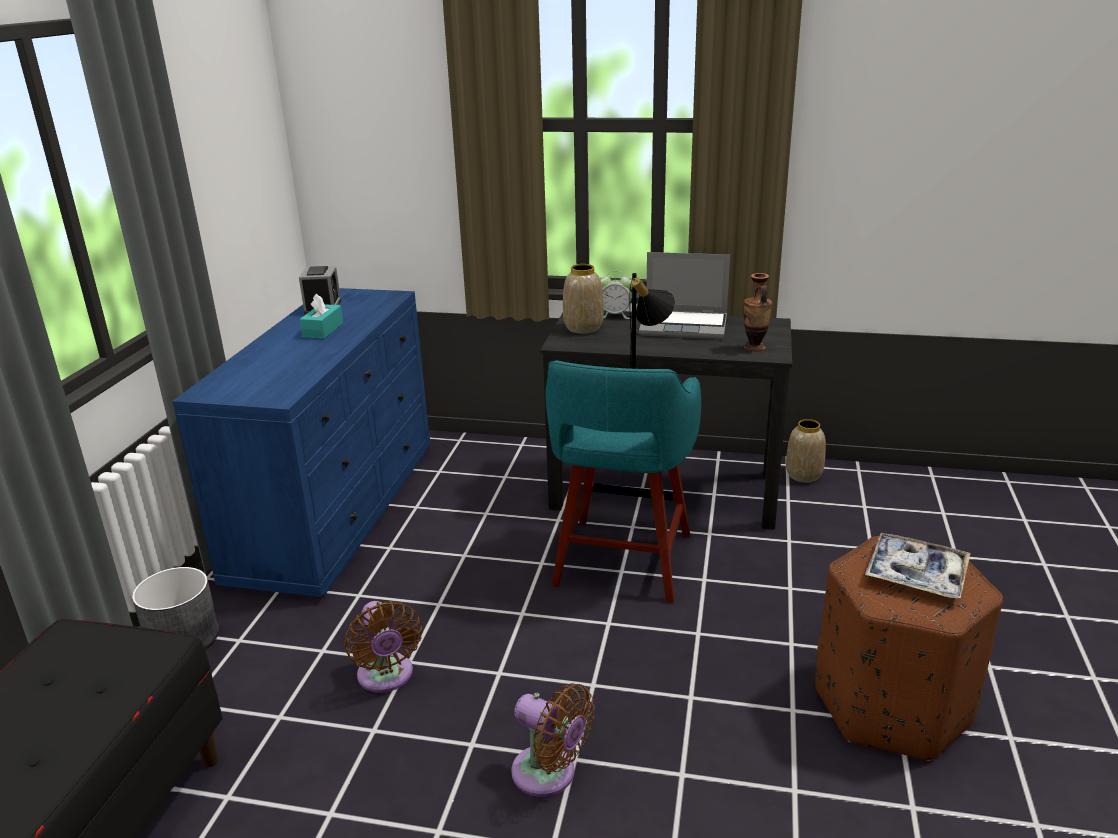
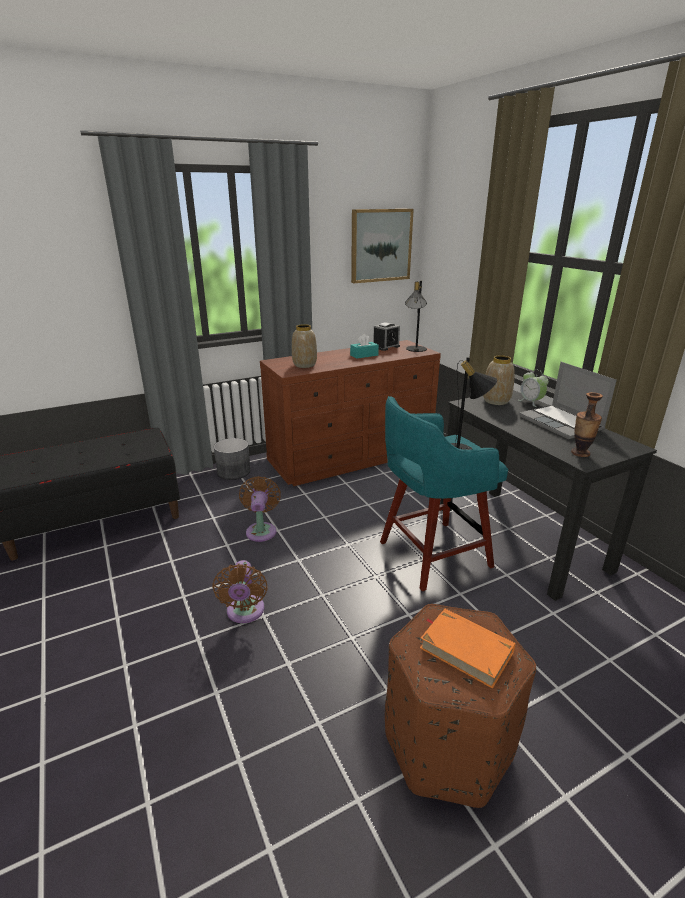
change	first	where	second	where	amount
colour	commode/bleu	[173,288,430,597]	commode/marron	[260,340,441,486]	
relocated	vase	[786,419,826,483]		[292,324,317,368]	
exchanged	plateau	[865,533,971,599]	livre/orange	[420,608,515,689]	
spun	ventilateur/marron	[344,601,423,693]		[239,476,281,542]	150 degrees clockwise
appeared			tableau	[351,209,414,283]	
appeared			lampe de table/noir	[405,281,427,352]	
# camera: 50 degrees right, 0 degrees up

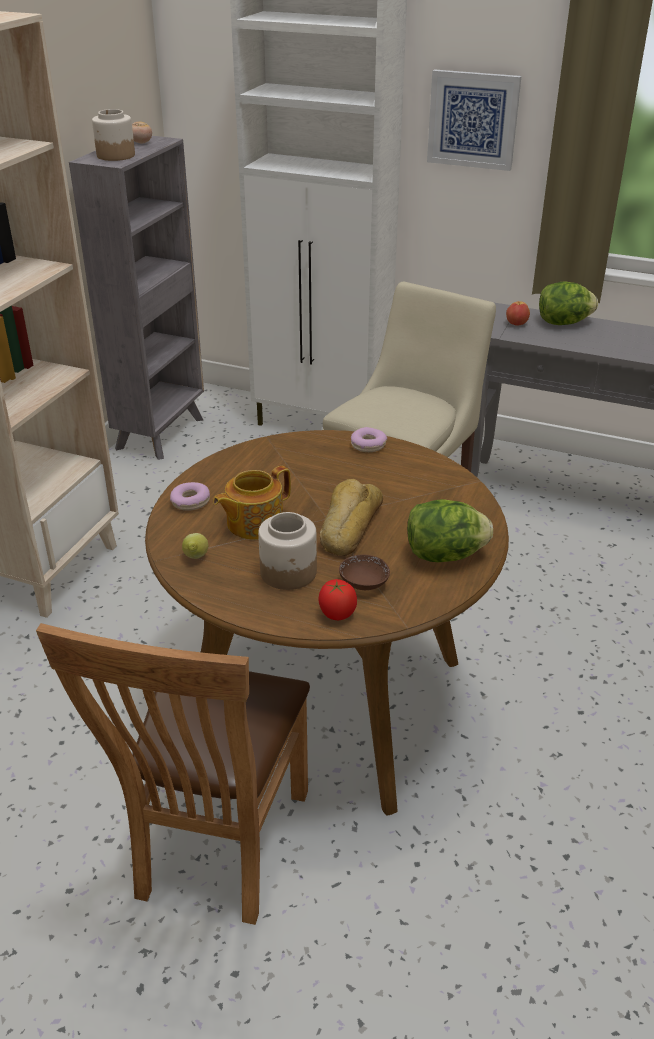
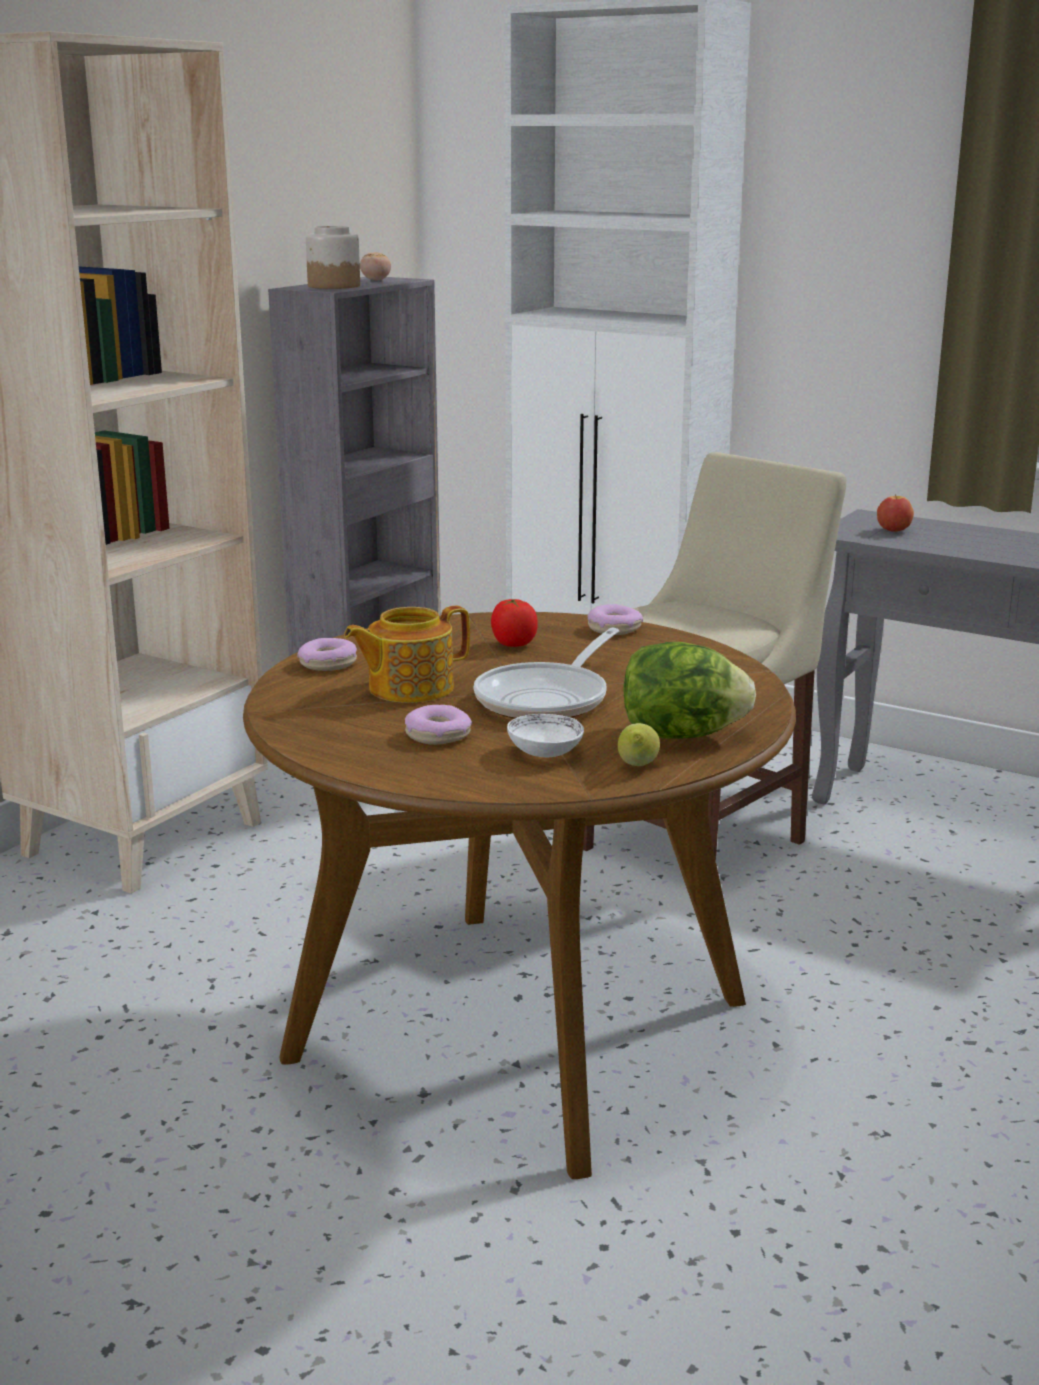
change	first	where	second	where	amount
missing	tableau	[427,69,522,171]			
missing	laitue	[539,281,598,325]			
exchanged	pain	[320,479,383,556]	poêle	[474,628,619,719]	
exchanged	bocal	[258,512,317,590]	beignet	[405,705,472,745]	
relocated	citron	[182,533,208,559]		[618,723,660,766]	
colour	bol/marron	[339,555,390,590]	bol/blanc	[507,714,584,757]	
relocated	tomate	[318,579,357,620]		[491,599,538,647]	
missing	chaise/marron	[36,623,310,925]			
# camera: 10 degrees right, 15 degrees down

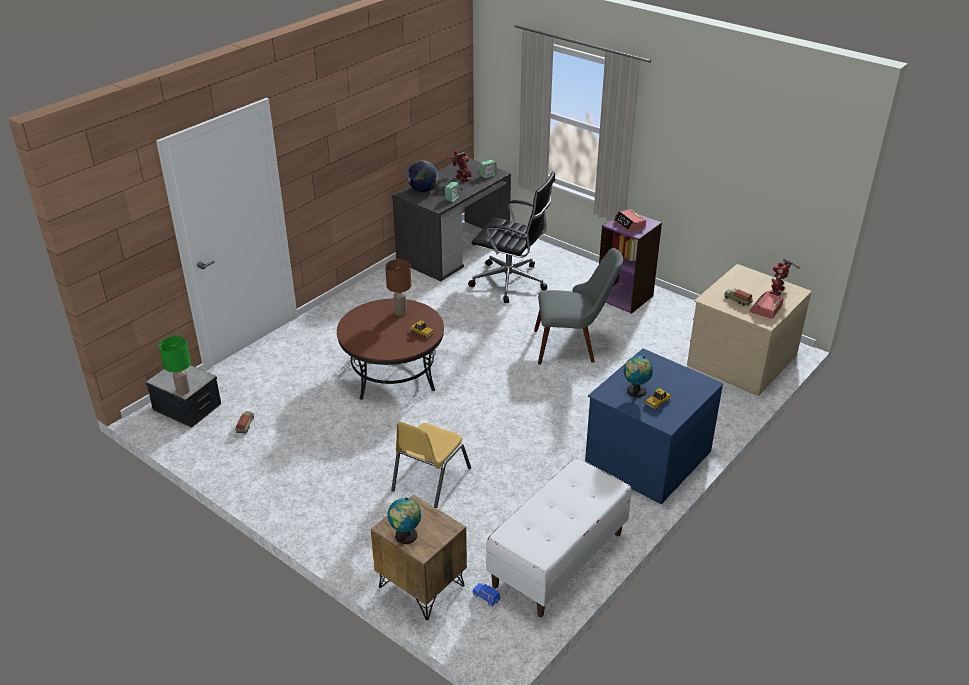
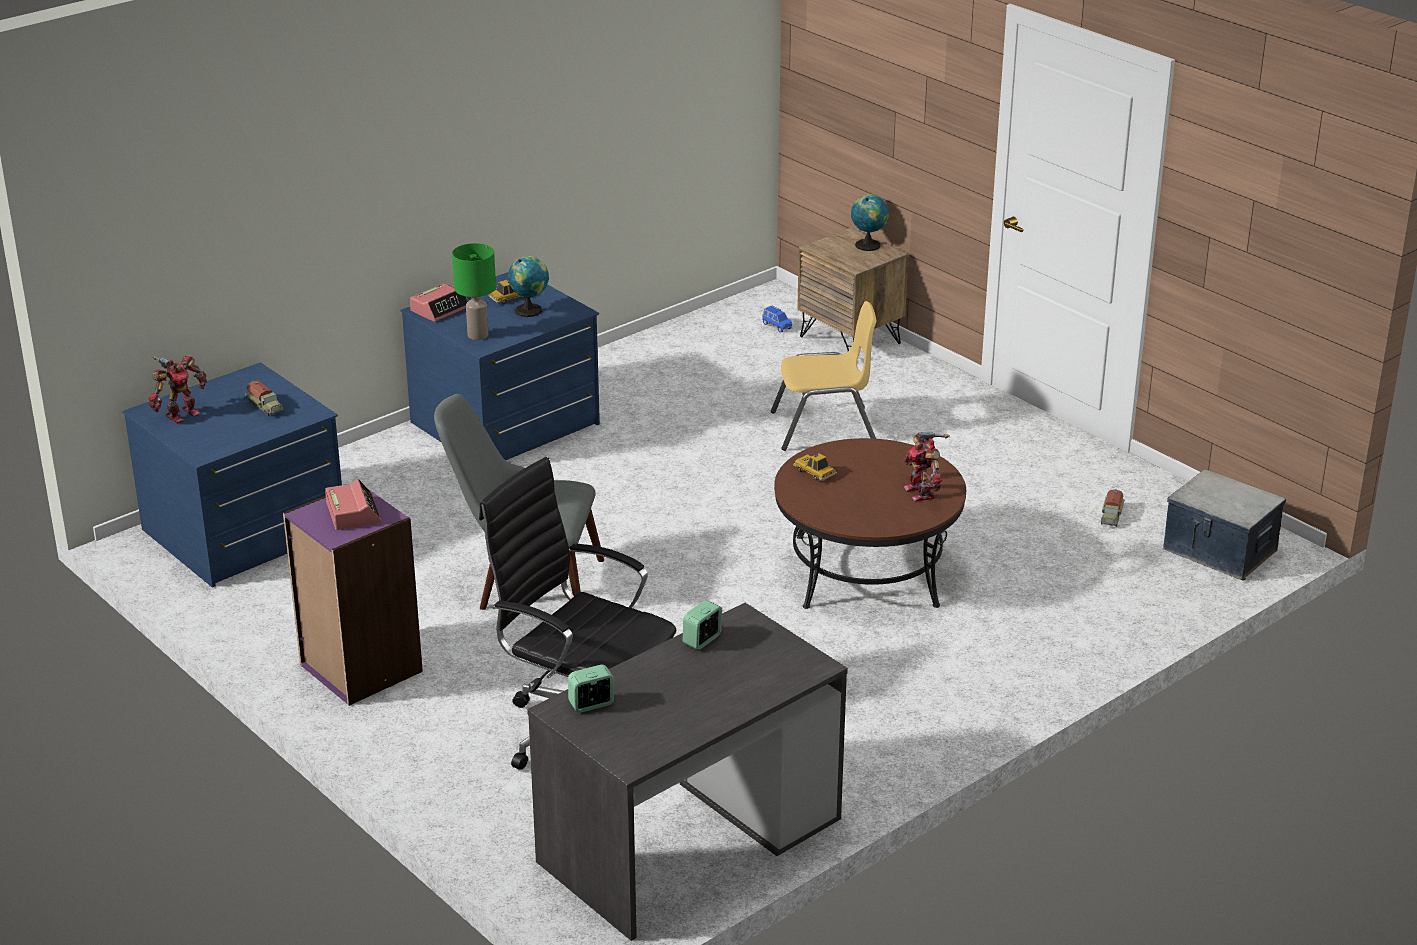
change	first	where	second	where	amount
relocated	robot jouet	[450,150,472,182]		[903,432,950,502]	
missing	globe	[407,161,438,192]			
missing	lampe de table/marron	[385,259,411,315]			
colour	commode/beige	[687,264,812,396]	commode/bleu	[122,362,342,588]	
relocated	réveil	[749,291,784,319]		[410,283,468,322]	
relocated	lampe de table/vert	[159,336,191,395]		[452,243,496,340]	
spun	chaise/jaune	[391,422,471,508]		[771,301,877,451]	45 degrees clockwise
missing	banc/blanc	[486,458,631,617]			
# camera: 170 degrees left, 5 degrees down

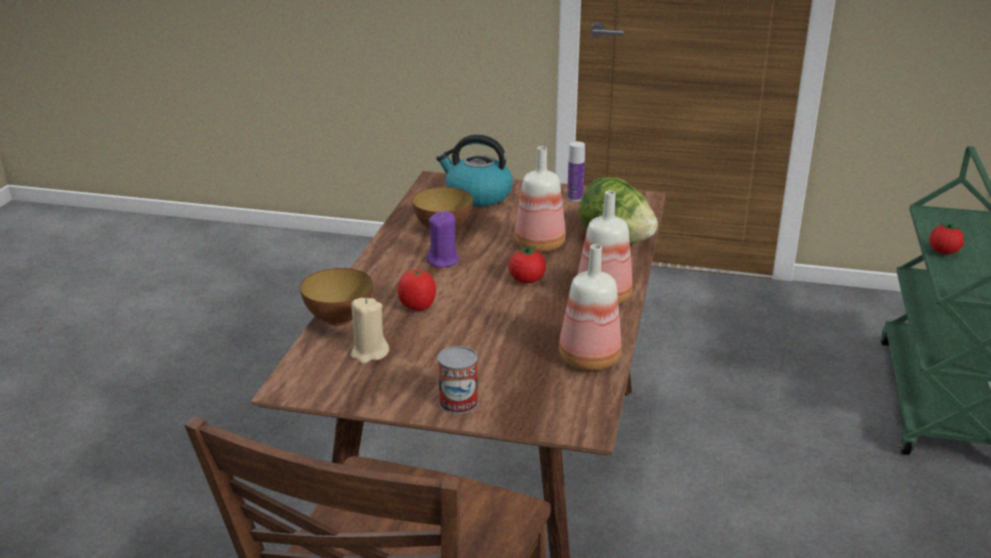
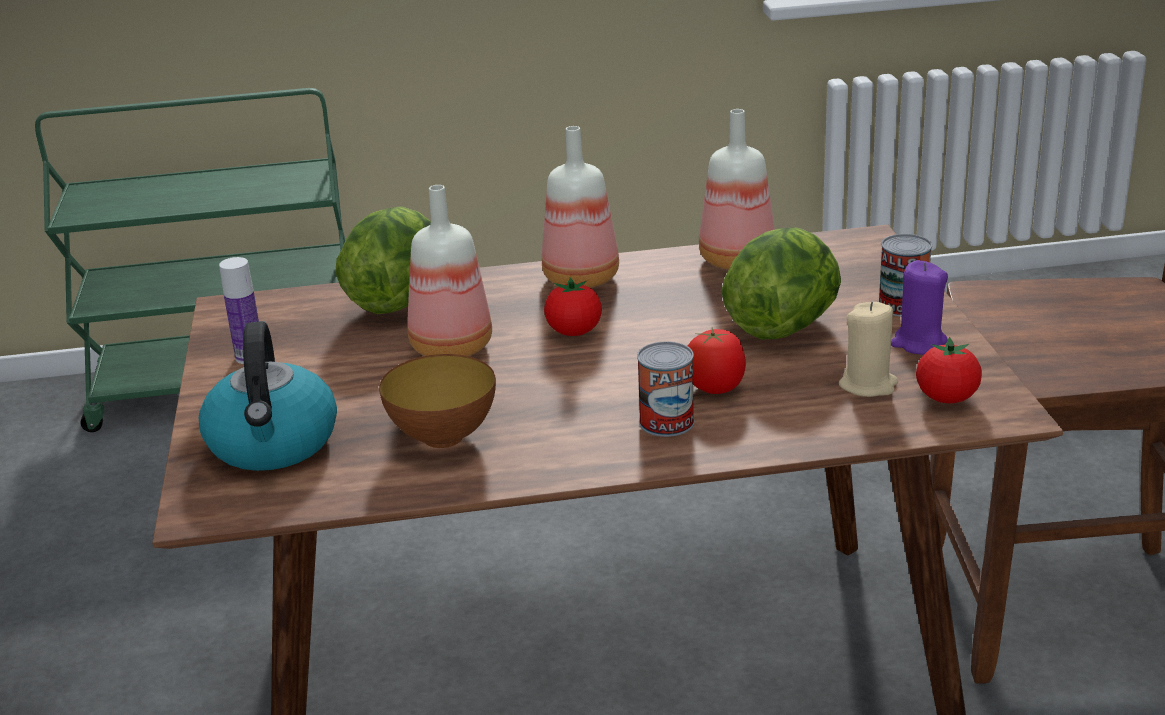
change	first	where	second	where	amount
relocated	bougie/violet	[426,211,460,268]		[891,260,948,355]	
relocated	tomate	[929,223,964,254]		[916,337,982,404]	
missing	bol	[300,268,373,326]			
appeared			laitue	[721,227,841,339]	
appeared			boîte métallique	[637,341,694,437]	
# camera: 110 degrees left, 0 degrees up

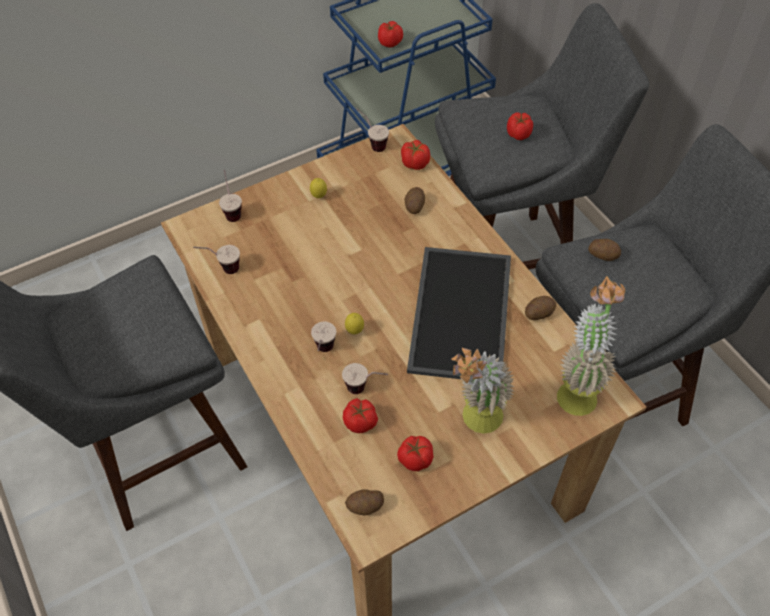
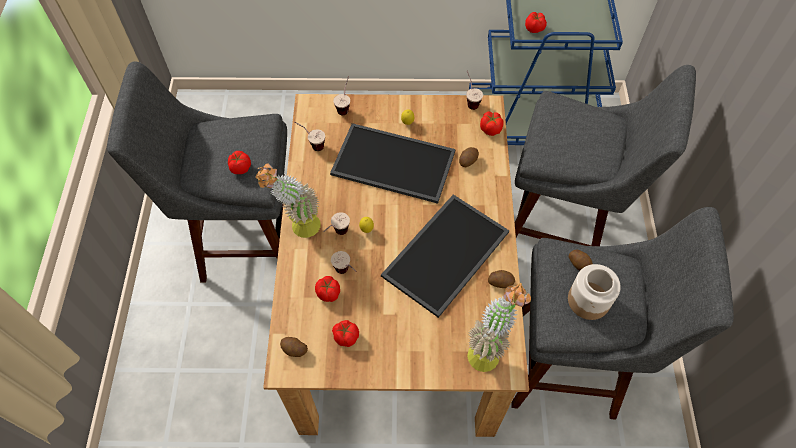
change	first	where	second	where	amount
relocated	tomate	[507,112,533,140]		[228,151,251,174]	
relocated	plante en pot	[451,348,514,434]		[255,164,321,238]	
appeared			plateau	[330,123,456,204]	
appeared			bocal	[568,264,621,320]	
# camera: 30 degrees right, 5 degrees up

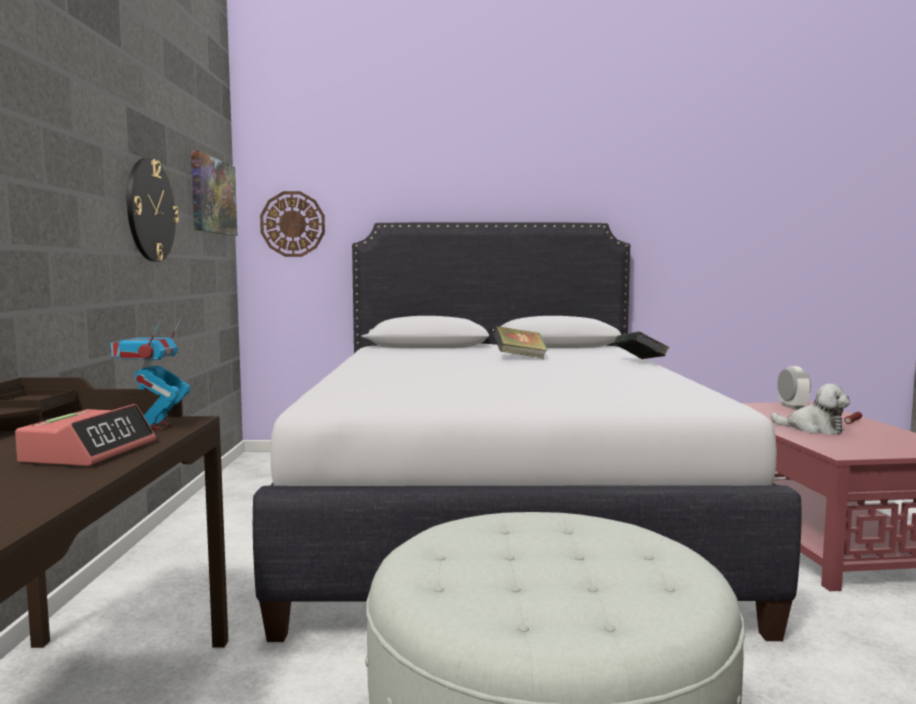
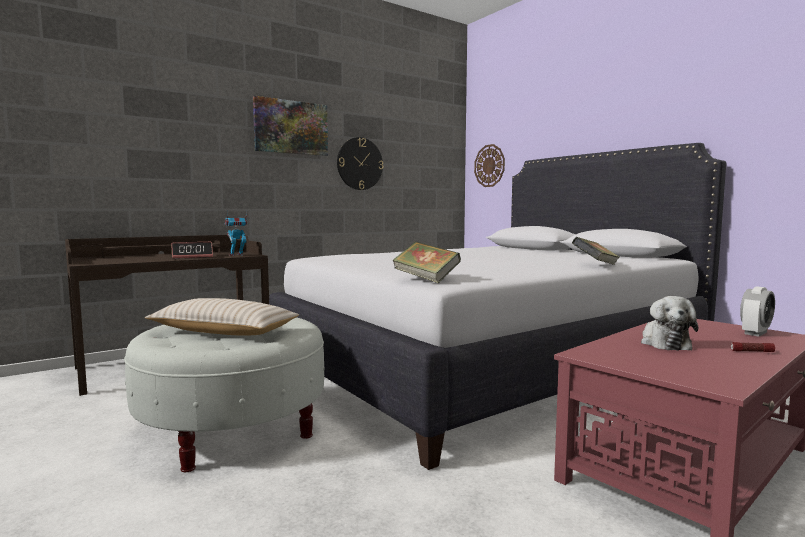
change	first	where	second	where	amount
relocated	tableau	[191,150,237,236]		[253,96,328,156]	
relocated	livre	[493,326,548,359]		[392,241,461,283]	
appeared			coussin/beige	[145,298,299,336]	
# camera: 55 degrees right, 0 degrees up

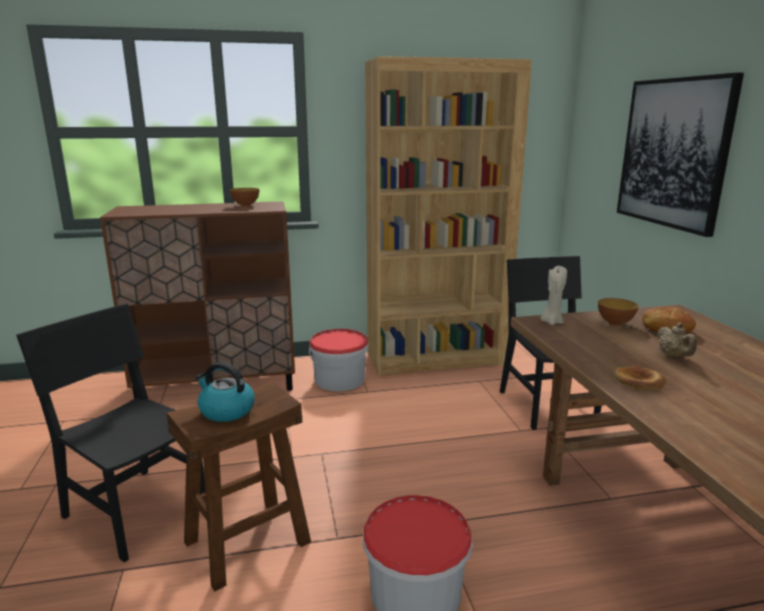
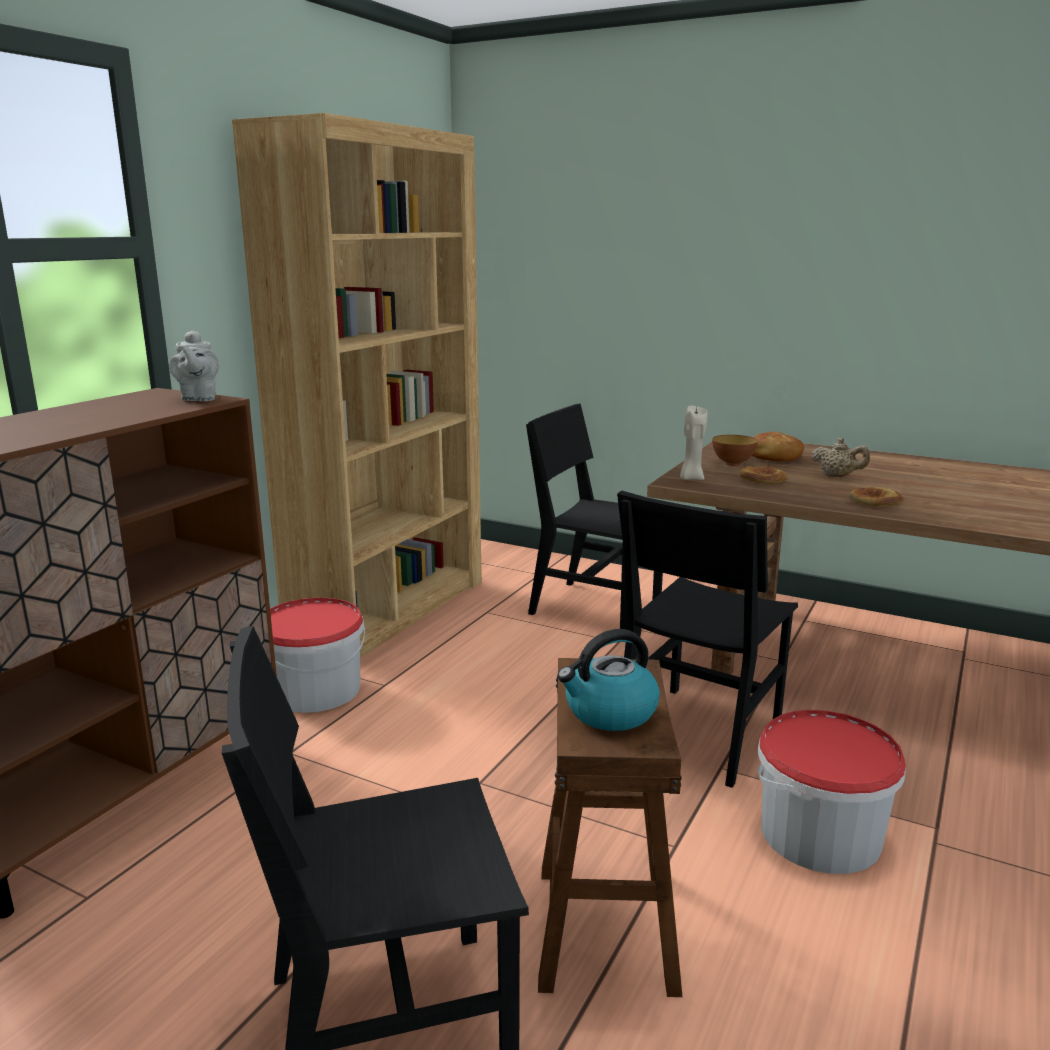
change	first	where	second	where	amount
missing	tableau	[617,73,744,237]			
missing	bol	[230,188,259,207]			
appeared			théière/gris	[169,330,219,401]	
appeared			pain	[739,466,787,484]	
appeared			chaise/noir	[617,490,798,788]	
# camera: 50 degrees left, 0 degrees up

